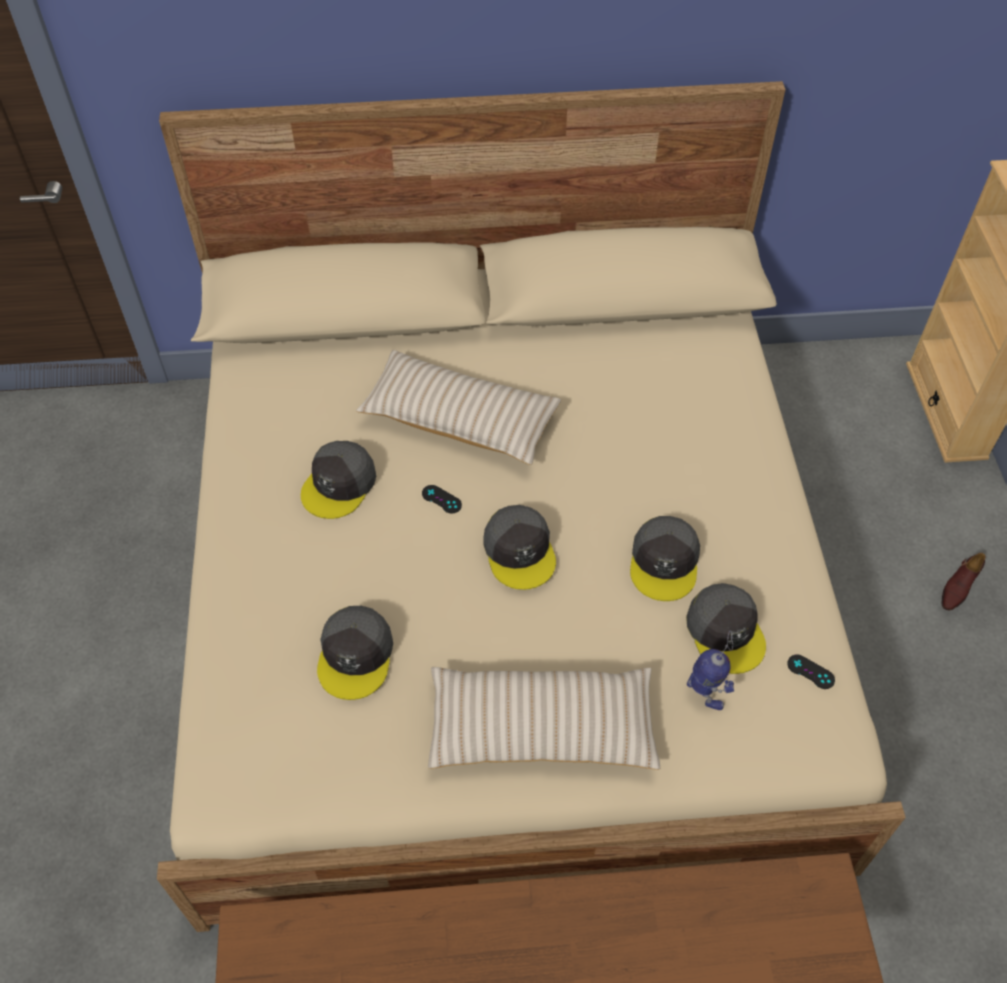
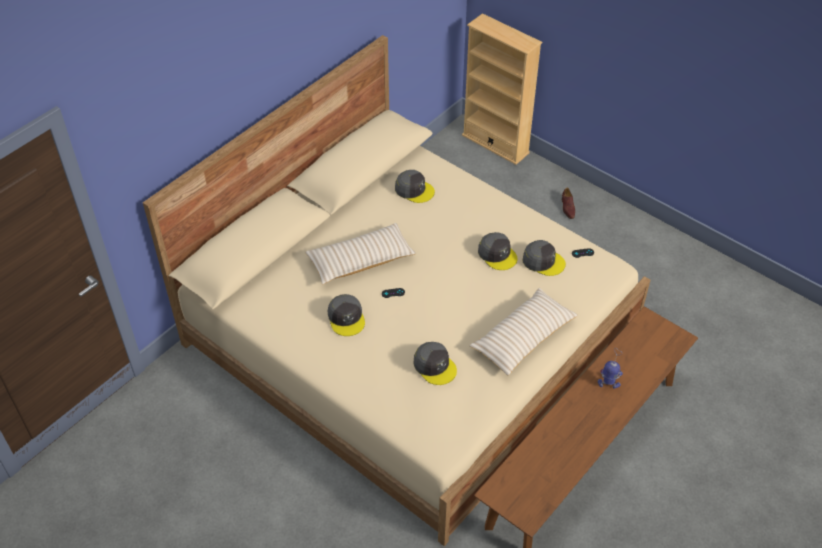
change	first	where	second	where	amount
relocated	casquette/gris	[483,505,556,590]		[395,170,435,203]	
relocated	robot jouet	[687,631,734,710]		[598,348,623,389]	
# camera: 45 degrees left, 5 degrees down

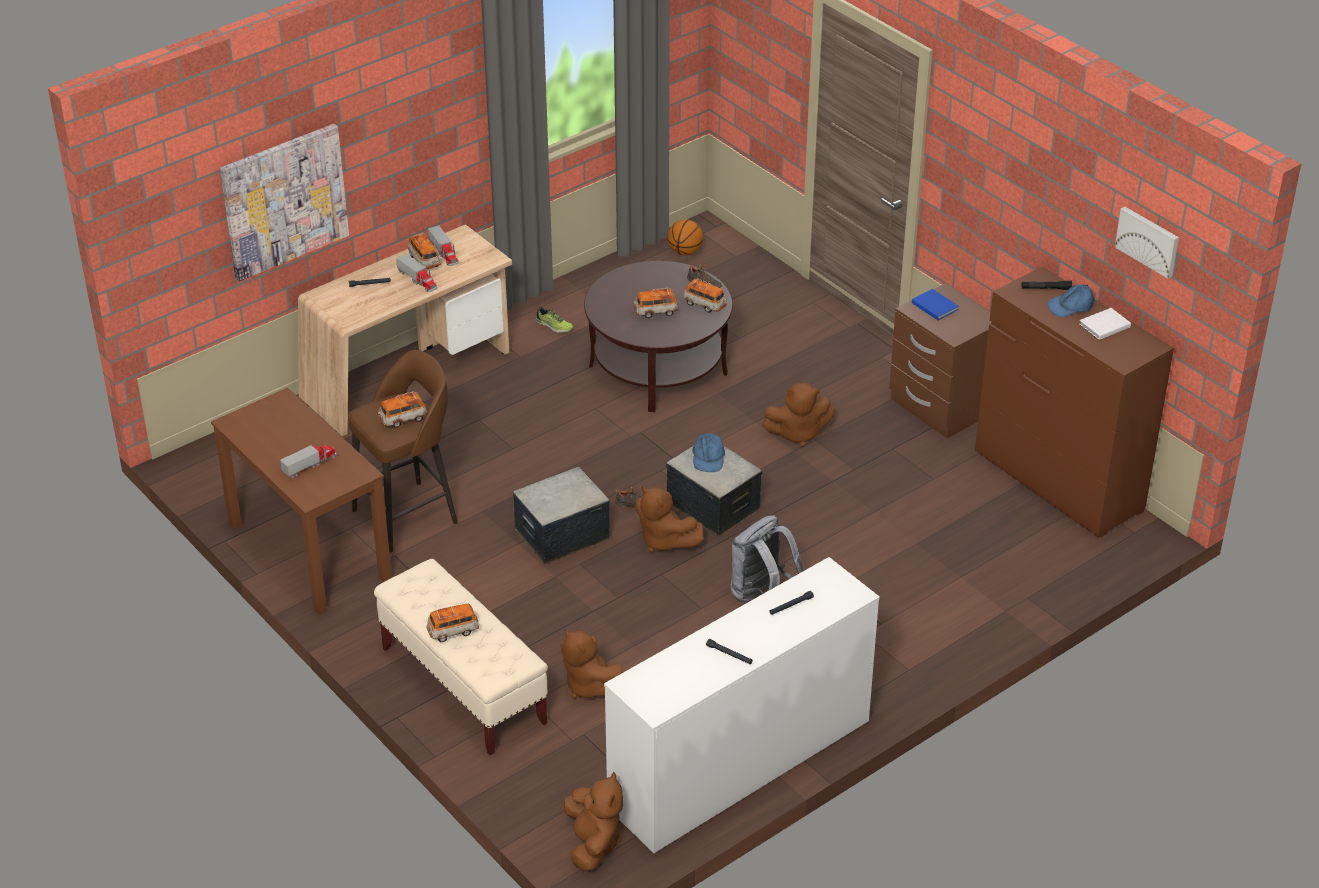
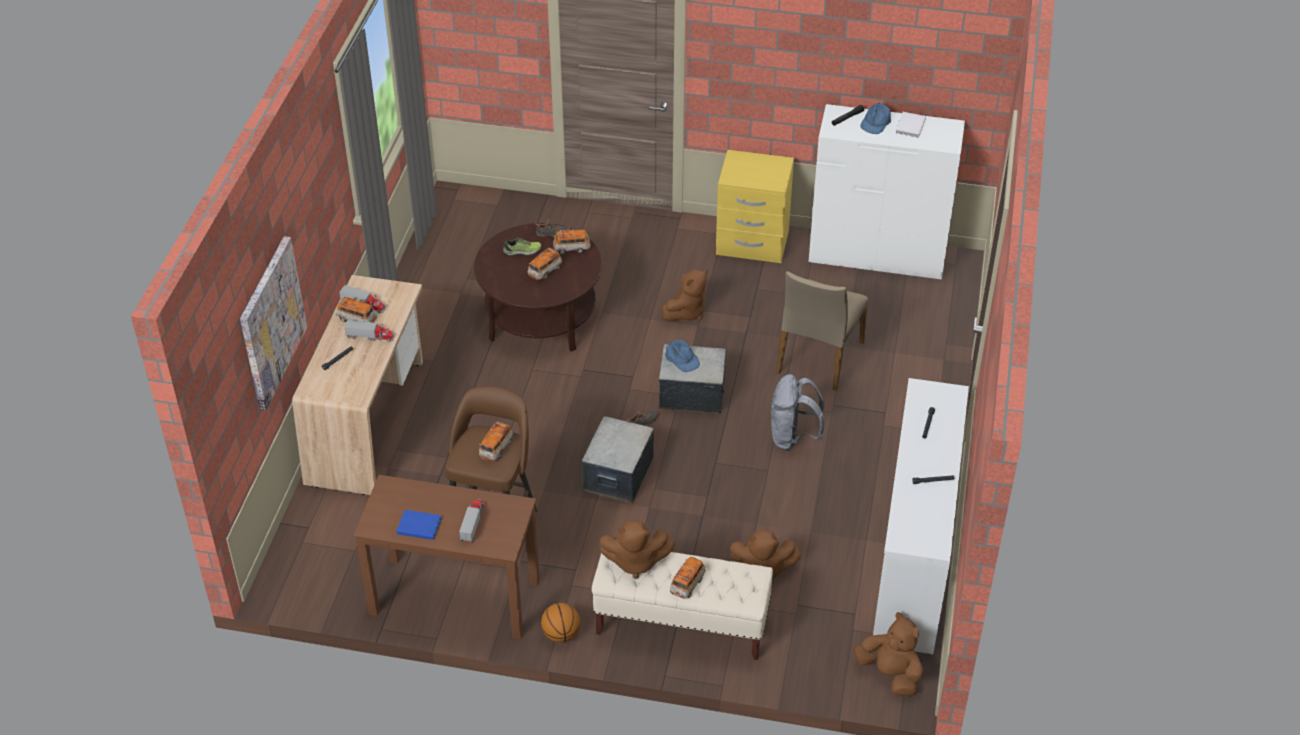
change	first	where	second	where	amount
missing	tableau	[1115,207,1179,278]			
relocated	ballon de basket	[667,219,703,255]		[541,603,580,642]	
colour	commode/marron	[975,267,1174,538]	commode/blanc	[809,104,965,279]	
colour	table de chevet/marron	[889,283,991,438]	table de chevet/jaune	[716,150,794,263]	
relocated	livre/bleu	[912,289,959,320]		[396,510,442,540]	
relocated	chaussure	[535,307,573,333]		[503,238,541,255]	
relocated	peluche/marron	[635,486,704,553]		[599,520,675,579]	
appeared			chaise/beige	[776,271,868,390]	
# camera: 40 degrees left, 5 degrees up

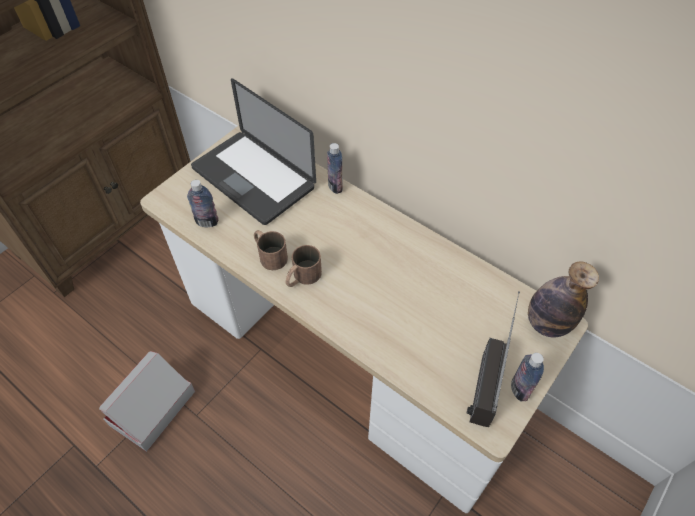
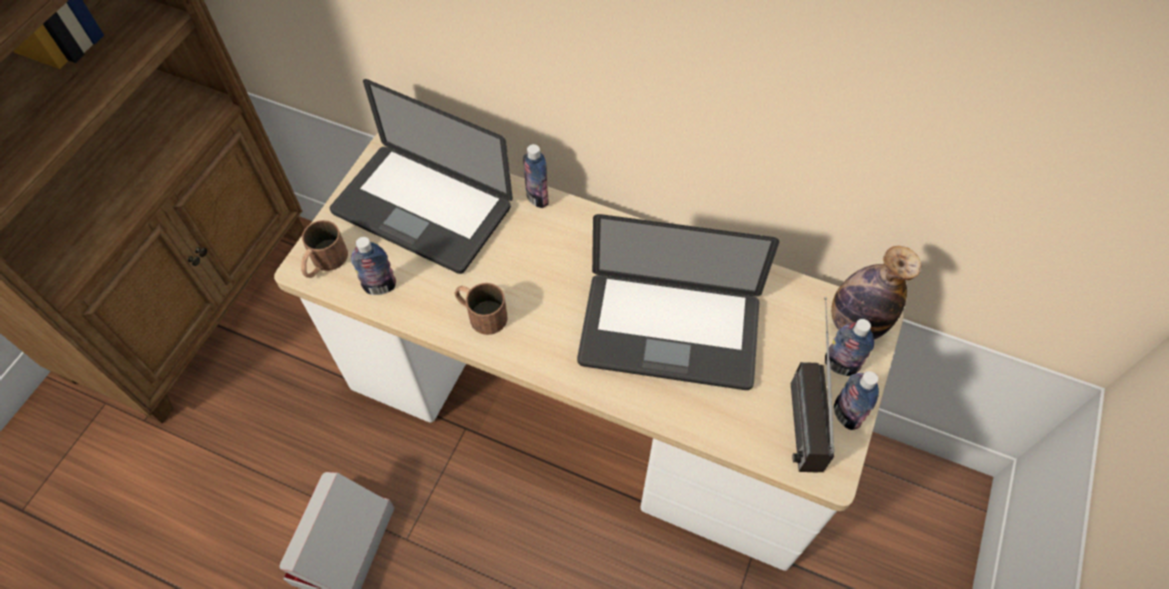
change	first	where	second	where	amount
relocated	mug/marron	[286,245,322,287]		[301,220,348,278]	
appeared			ordinateur portable	[577,214,779,390]	
appeared			bouteille	[825,319,874,376]	
# camera: 15 degrees left, 5 degrees up

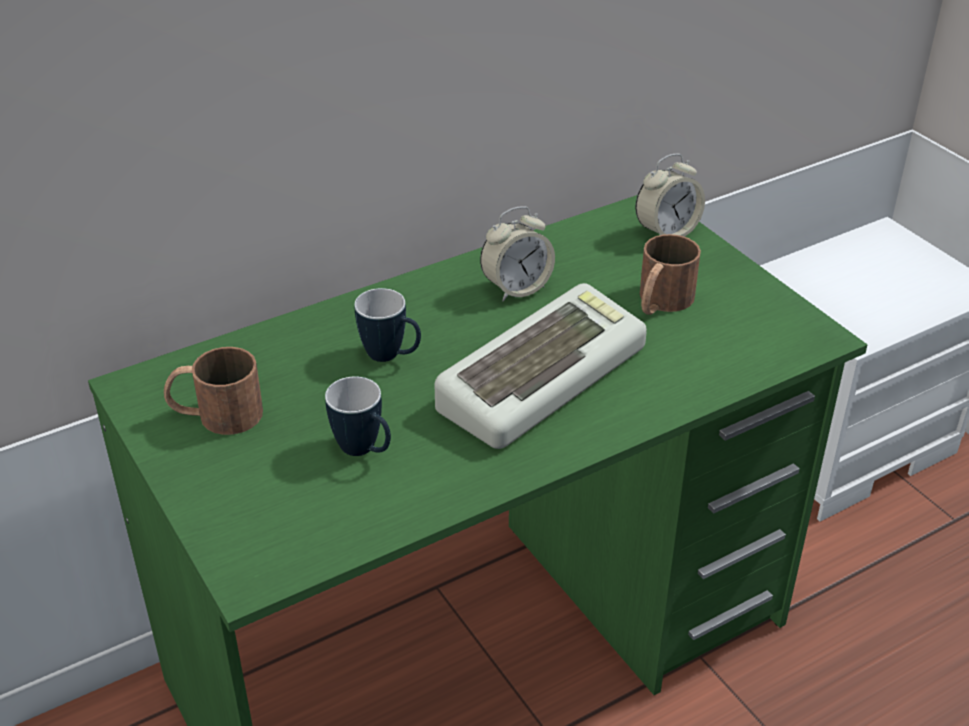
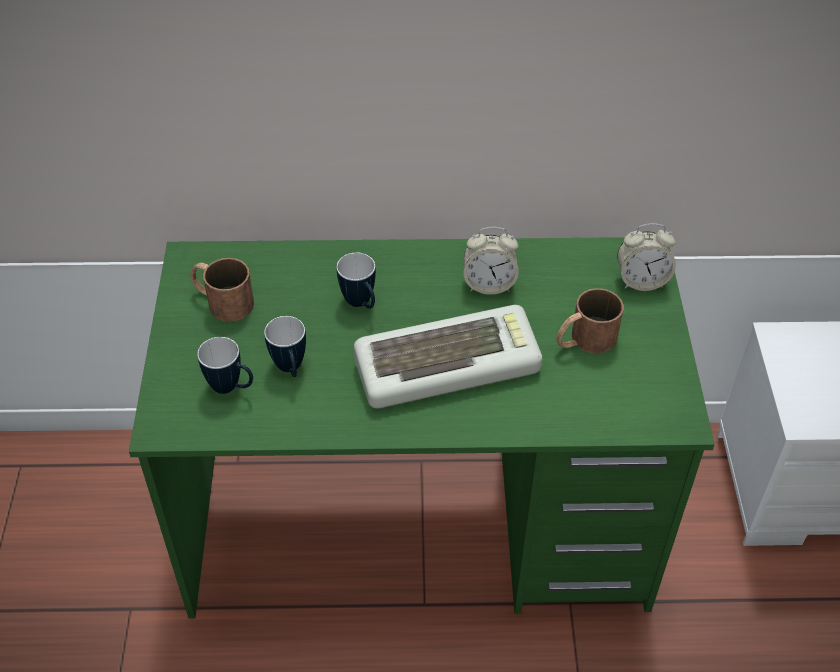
change	first	where	second	where	amount
appeared			mug	[197,337,253,394]	
# camera: 30 degrees right, 10 degrees up

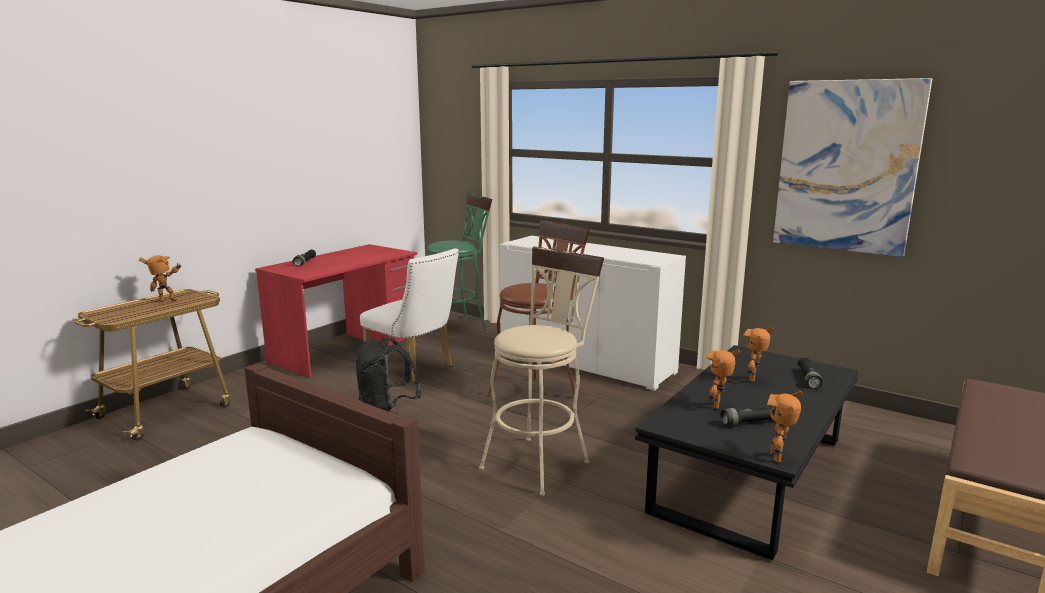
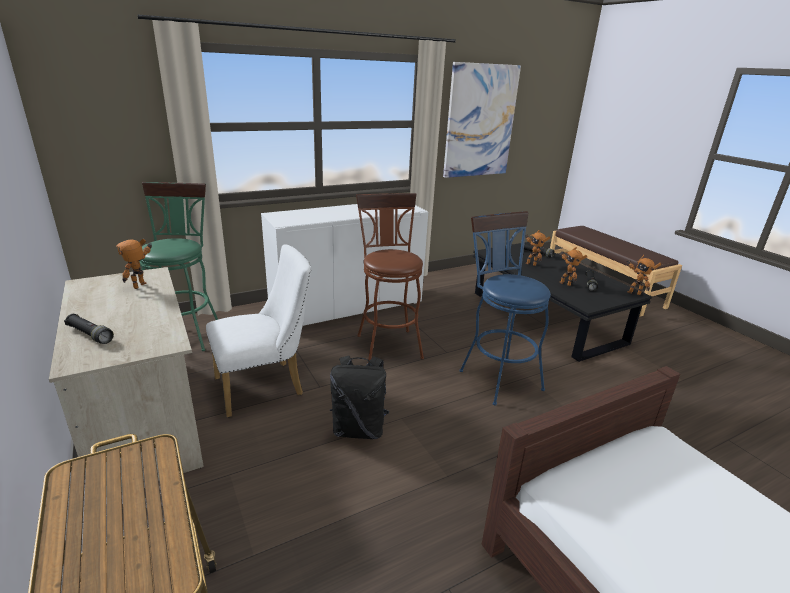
change	first	where	second	where	amount
colour	bureau/rouge	[255,244,418,378]	bureau/beige	[49,267,204,497]	
colour	tabouret/beige	[479,247,604,496]	tabouret/bleu	[460,211,551,405]	
relocated	robot jouet	[139,255,182,302]		[116,239,152,289]	
# camera: 65 degrees left, 10 degrees up

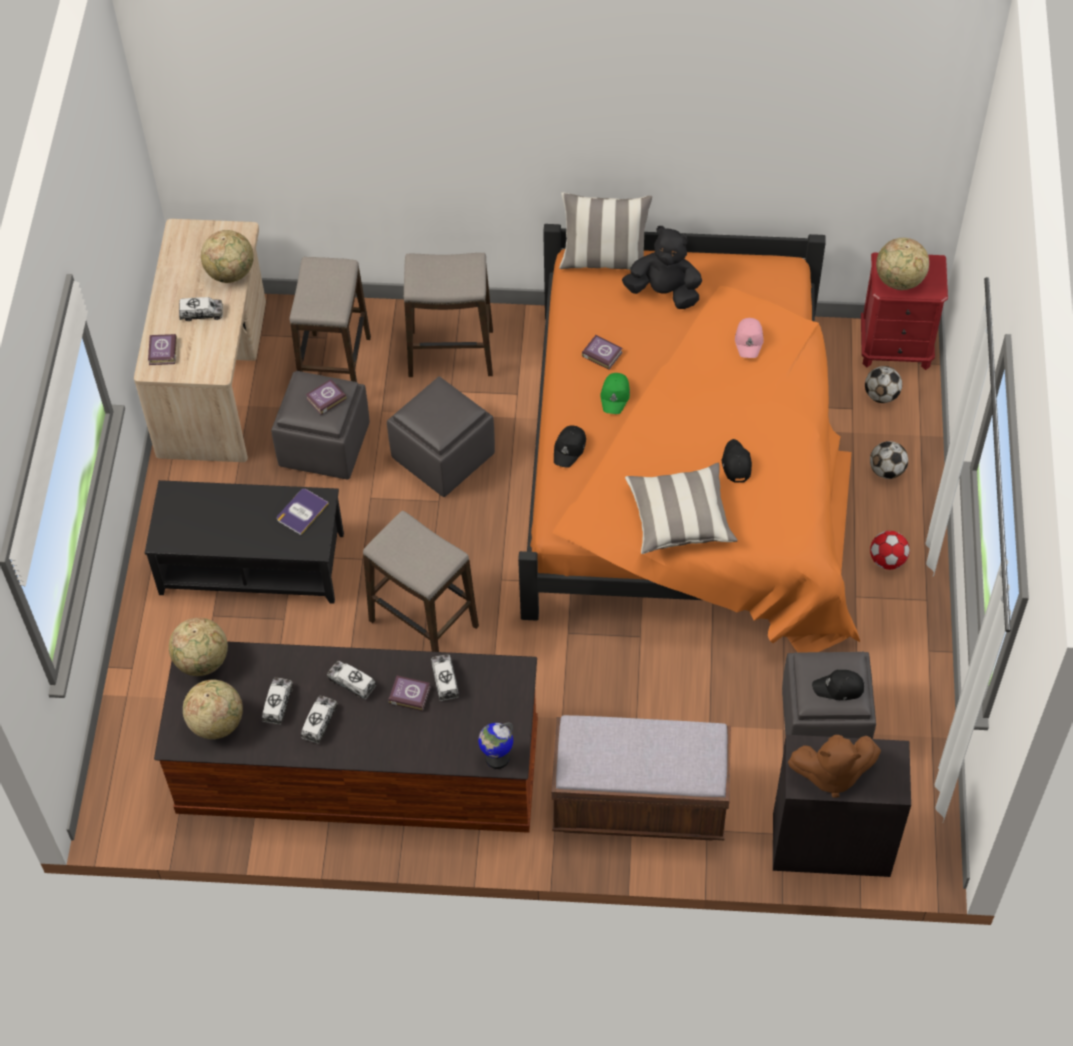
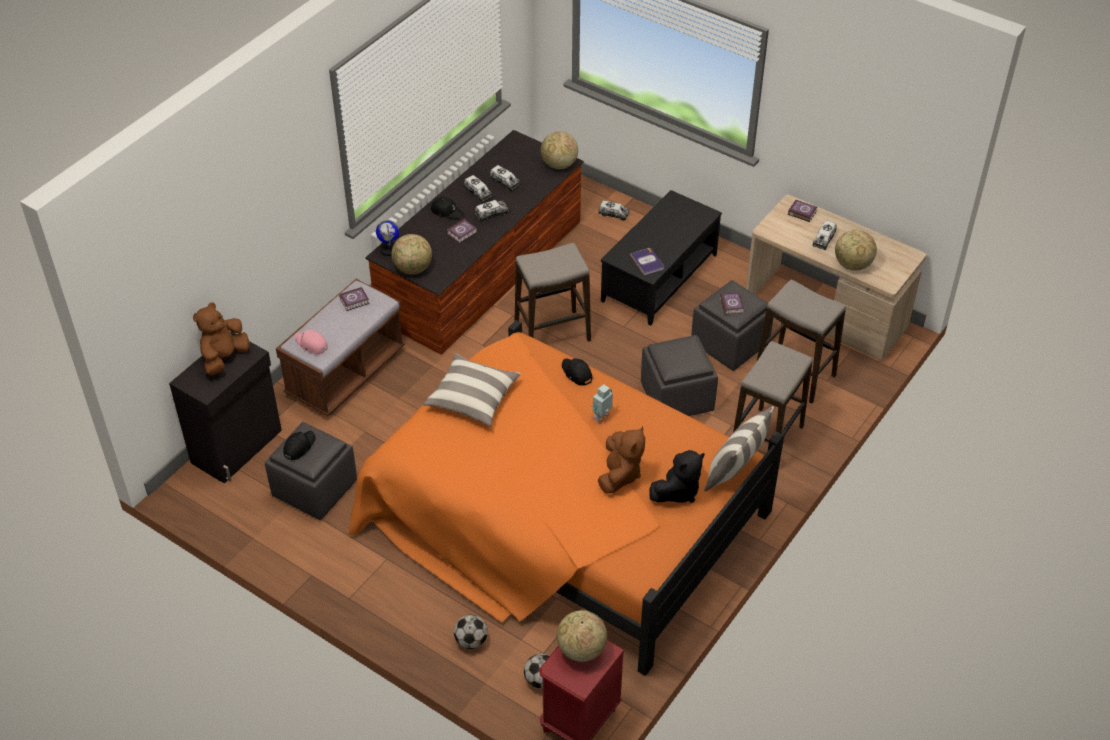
change	first	where	second	where	amount
relocated	casquette/rose	[735,318,764,358]		[295,330,328,354]	
relocated	livre	[582,335,623,370]		[339,287,370,311]	
exchanged	casquette/vert	[600,373,630,414]	robot jouet	[593,384,613,423]	
relocated	casquette/noir	[722,439,752,483]		[431,197,464,220]	
missing	ballon de foot	[870,531,910,570]			
relocated	camion jouet	[431,654,459,701]		[598,200,629,221]	
relocated	globe	[183,680,243,739]		[391,234,432,274]	
appeared			peluche/marron	[598,426,645,494]	
# camera: 120 degrees right, 10 degrees down

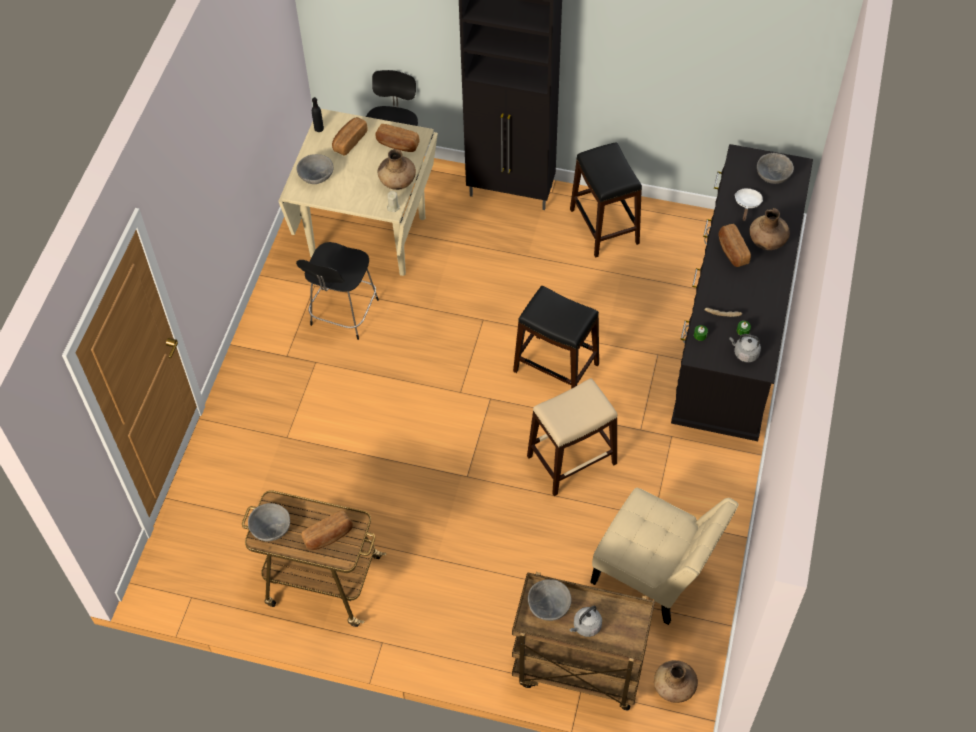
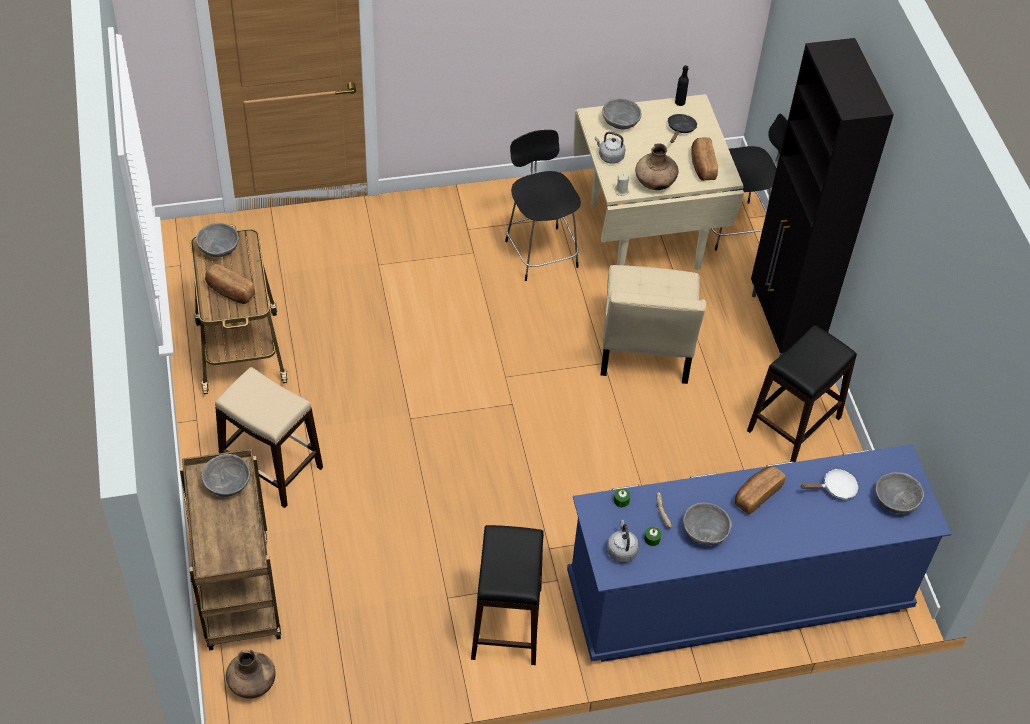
change	first	where	second	where	amount
exchanged	pain	[332,117,367,156]	poêle/noir	[668,114,697,143]	
colour	commode/noir	[671,144,813,441]	commode/bleu	[567,444,951,662]	
missing	vase/marron	[750,208,790,250]			
spun	chaise/noir	[296,242,379,340]		[505,130,581,281]	75 degrees clockwise
relocated	tabouret/noir	[513,286,599,389]		[471,525,544,665]	
relocated	tabouret/beige	[527,378,618,496]		[215,367,323,508]	
relocated	chaise/beige	[590,488,739,625]		[601,265,706,384]	
relocated	bouilloire/gris	[569,606,602,637]		[595,132,625,164]	
appeared			bol/gris	[683,503,732,545]	
# camera: 60 degrees right, 5 degrees down

